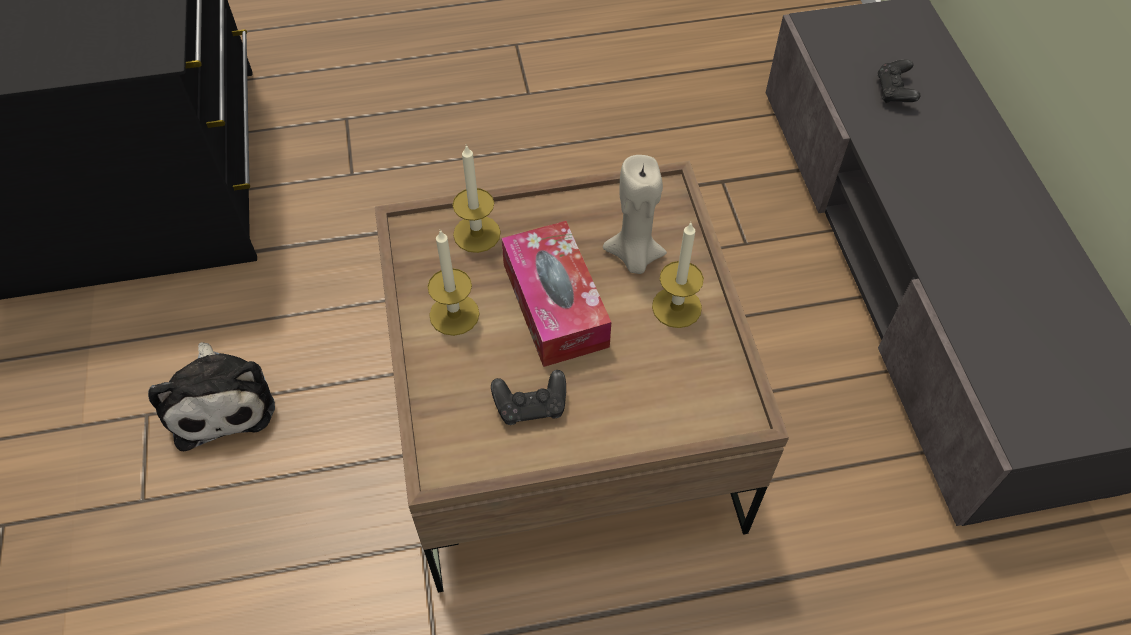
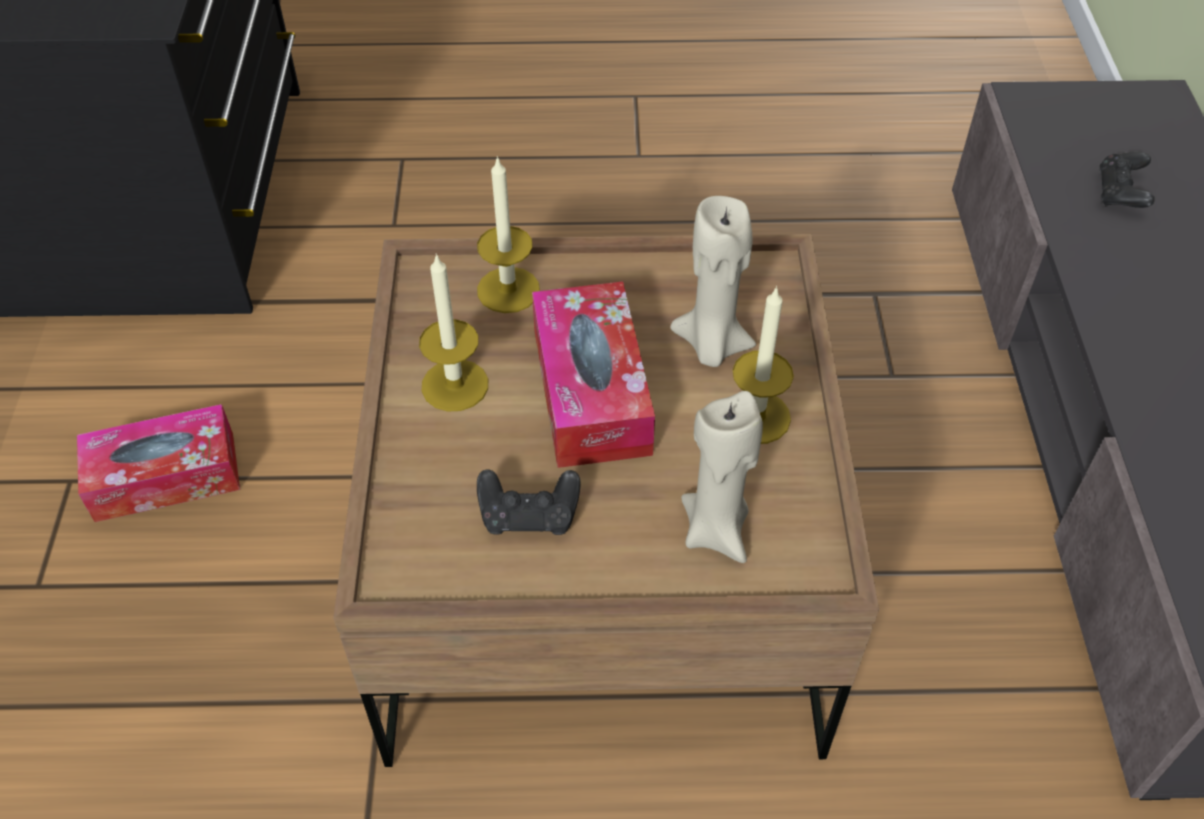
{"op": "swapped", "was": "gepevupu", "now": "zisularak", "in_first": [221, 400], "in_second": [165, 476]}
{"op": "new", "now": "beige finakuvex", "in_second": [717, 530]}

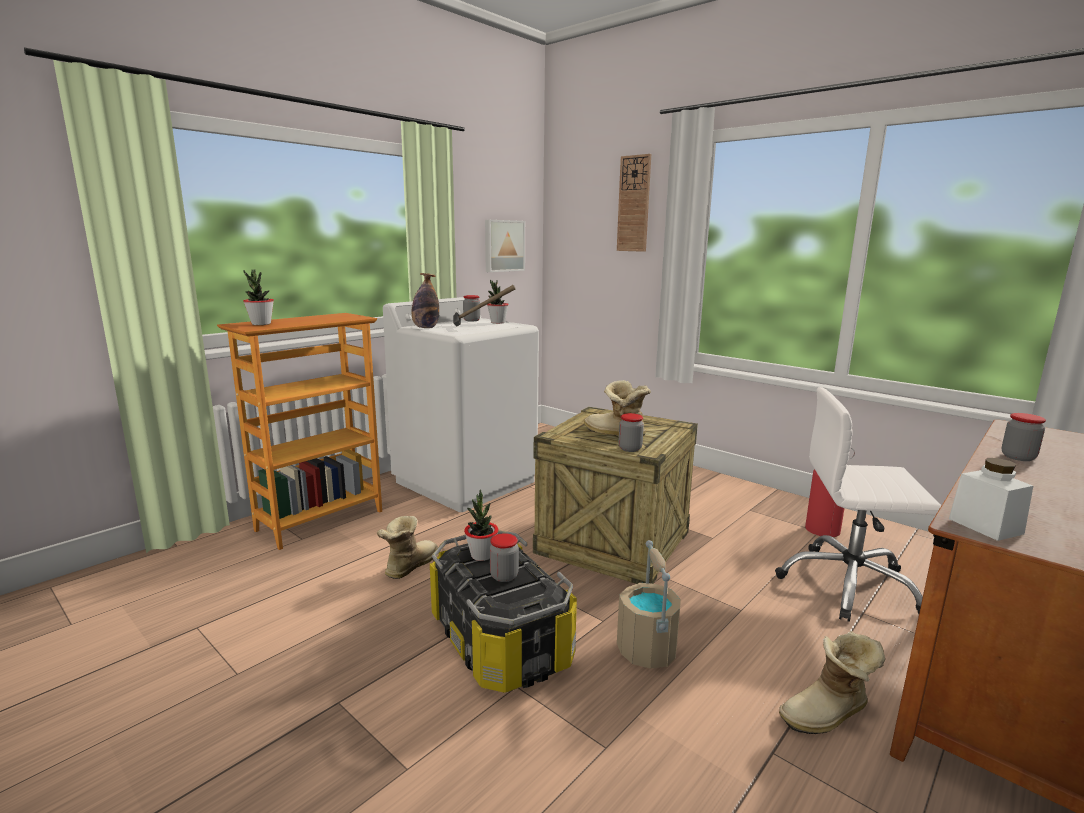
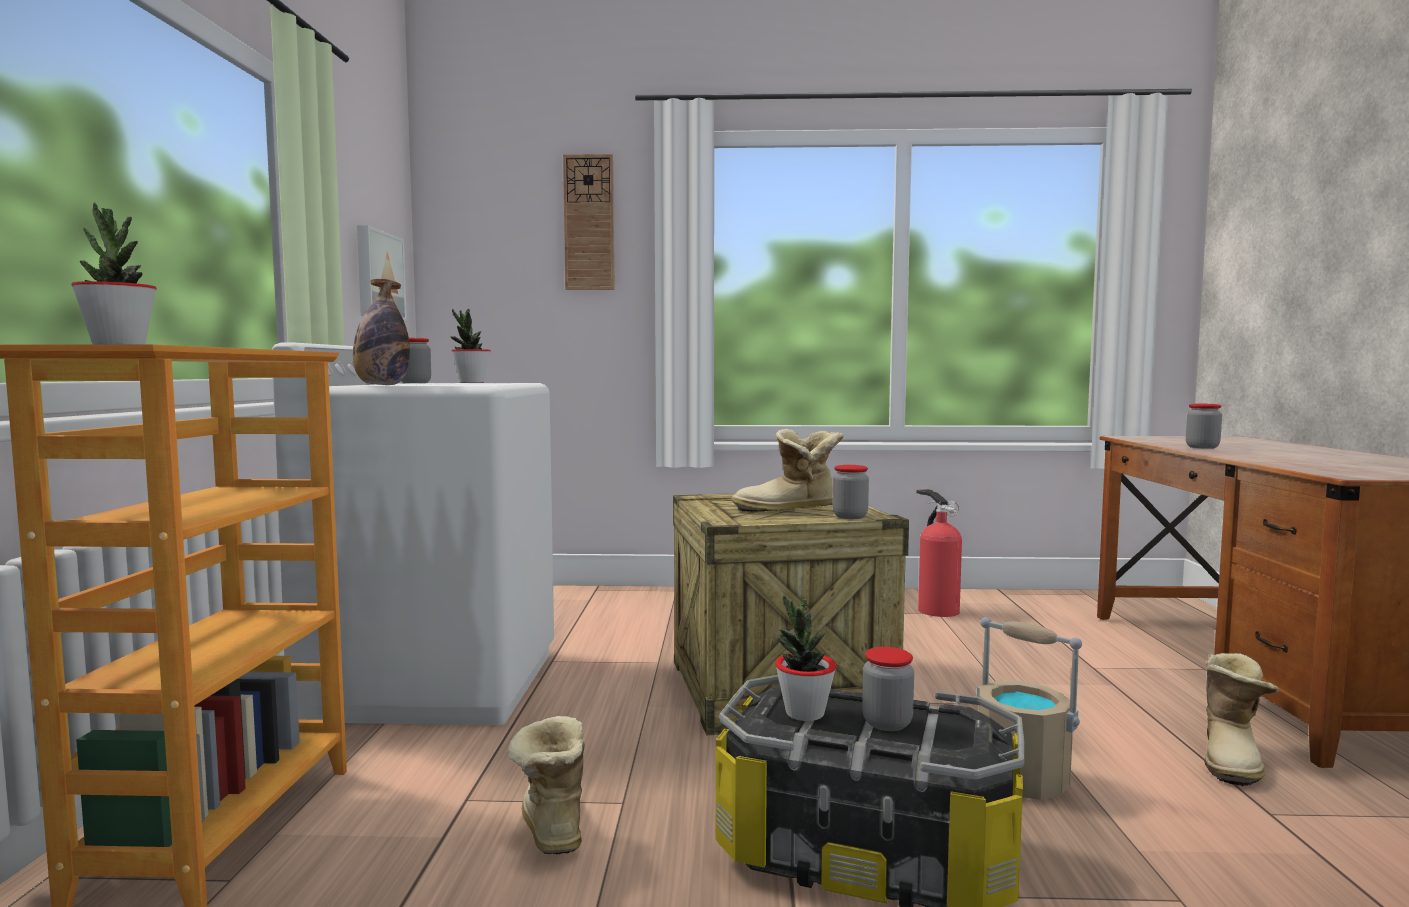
{"op": "gone", "was": "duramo", "in_first": [481, 326]}
{"op": "gone", "was": "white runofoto", "in_first": [848, 585]}
{"op": "gone", "was": "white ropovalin", "in_first": [985, 526]}

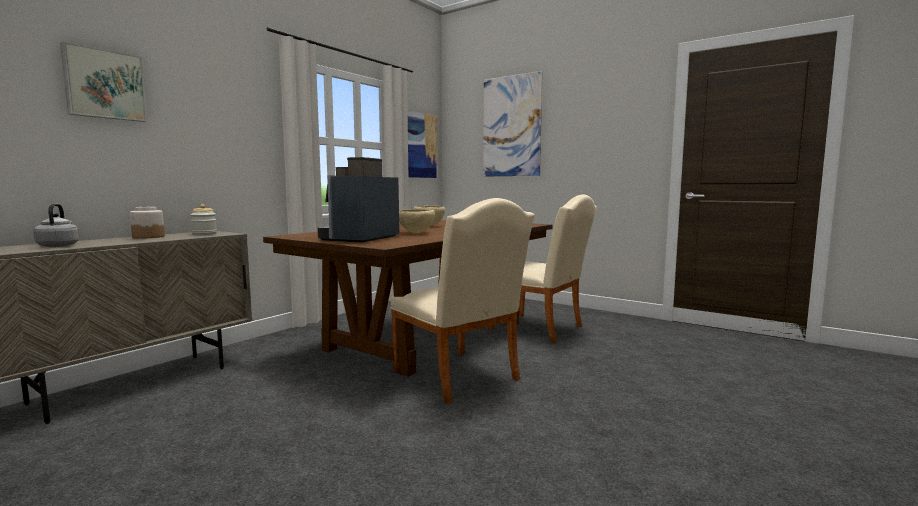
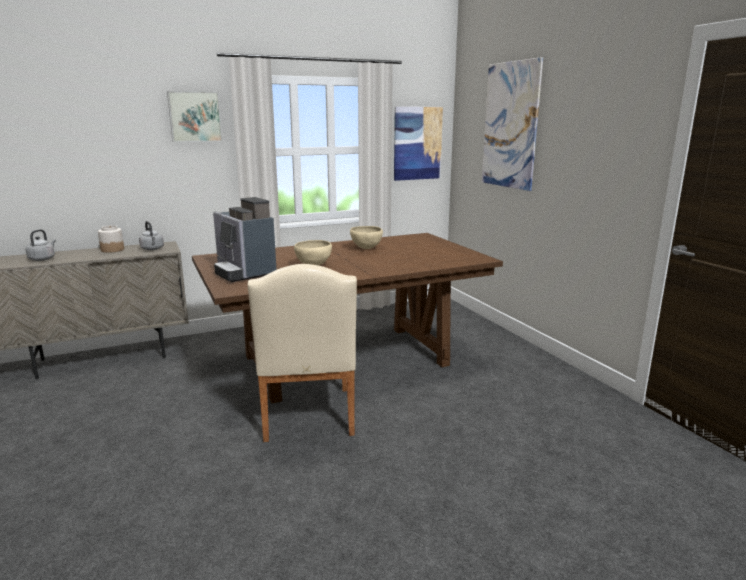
{"op": "shifted", "was": "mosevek", "in_first": [104, 85], "in_second": [195, 116]}
{"op": "rotated", "was": "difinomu", "in_first": [360, 239], "in_second": [244, 272], "clockwise": -90}
{"op": "gone", "was": "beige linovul", "in_first": [542, 329]}
{"op": "swapped", "was": "ropovalin", "now": "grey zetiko", "in_first": [204, 234], "in_second": [152, 249]}

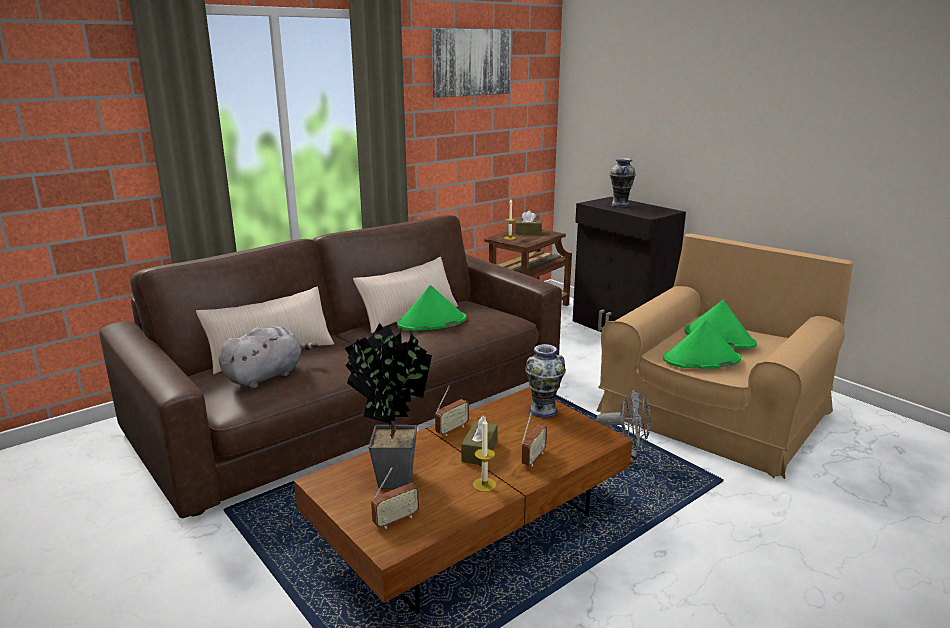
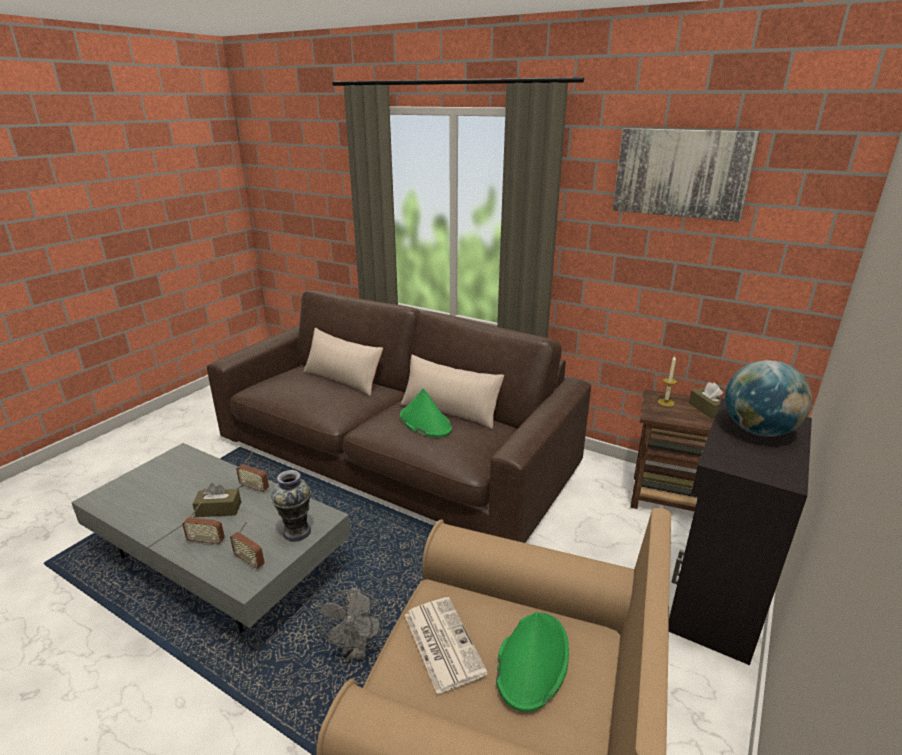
{"op": "swapped", "was": "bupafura", "now": "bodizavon", "in_first": [620, 205], "in_second": [758, 431]}
{"op": "swapped", "was": "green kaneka", "now": "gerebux", "in_first": [701, 360], "in_second": [442, 642]}
{"op": "gone", "was": "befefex", "in_first": [389, 477]}
{"op": "gone", "was": "grey gepevupu", "in_first": [266, 376]}
{"op": "repainted", "was": "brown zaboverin", "now": "grey zaboverin", "in_first": [471, 528], "in_second": [221, 560]}
{"op": "gone", "was": "finakuvex", "in_first": [484, 484]}
{"op": "shifted", "was": "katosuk", "in_first": [396, 520], "in_second": [250, 561]}

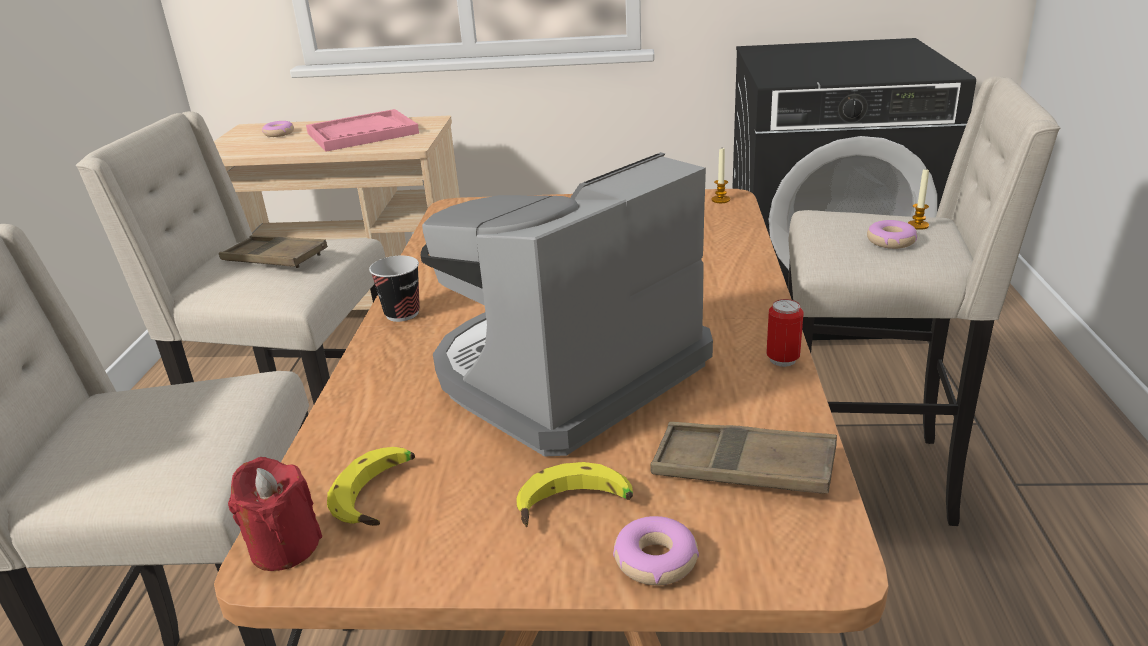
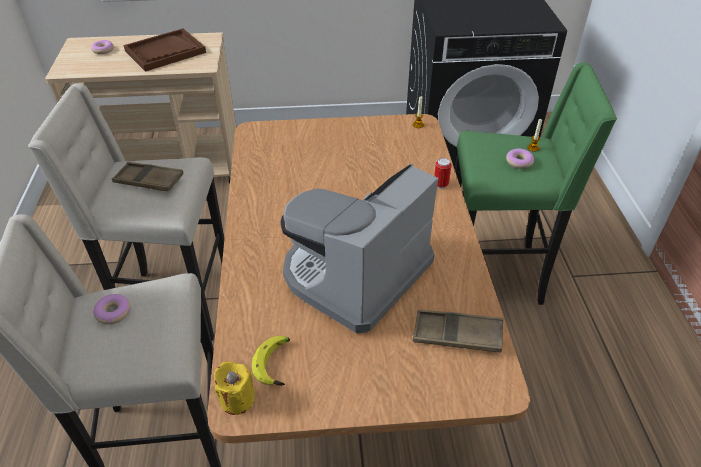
{"op": "repainted", "was": "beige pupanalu", "now": "green pupanalu", "in_first": [866, 475], "in_second": [494, 274]}
{"op": "repainted", "was": "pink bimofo", "now": "brown bimofo", "in_first": [362, 134], "in_second": [165, 52]}
{"op": "gone", "was": "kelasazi", "in_first": [402, 313]}
{"op": "shifted", "was": "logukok", "in_first": [782, 360], "in_second": [440, 184]}
{"op": "repainted", "was": "red finakuvex", "now": "yellow finakuvex", "in_first": [284, 546], "in_second": [237, 399]}
{"op": "gone", "was": "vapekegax", "in_first": [575, 508]}
{"op": "shifted", "was": "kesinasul", "in_first": [655, 560], "in_second": [113, 312]}

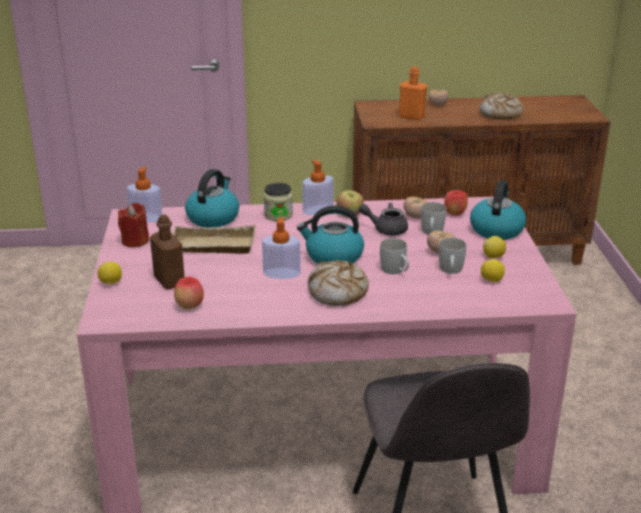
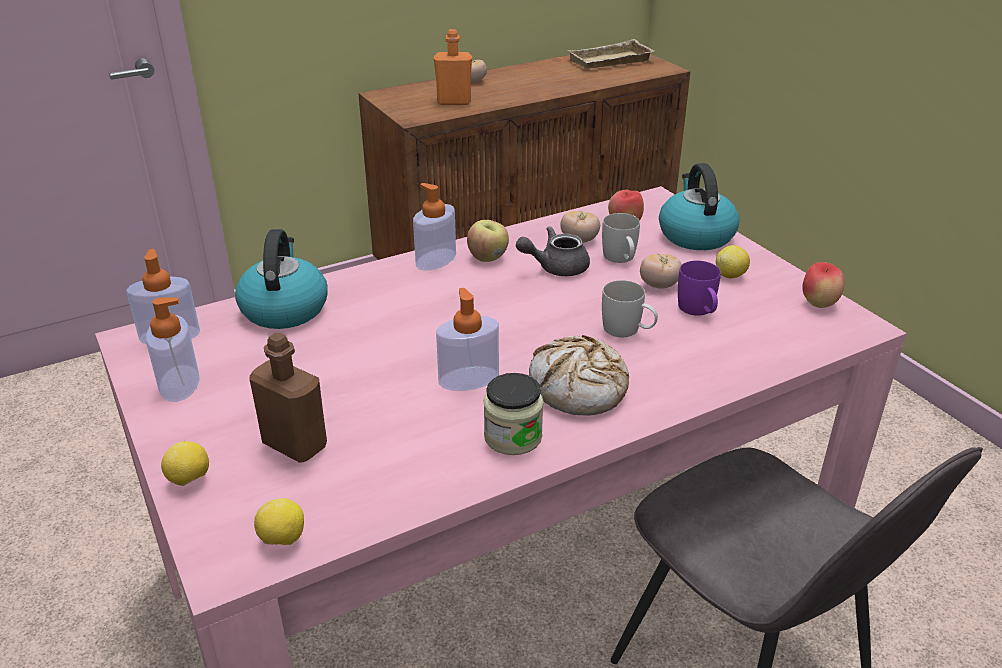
{"op": "gone", "was": "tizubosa", "in_first": [500, 114]}
{"op": "shifted", "was": "ropovalin", "in_first": [278, 215], "in_second": [513, 437]}
{"op": "swapped", "was": "red finakuvex", "now": "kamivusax", "in_first": [135, 241], "in_second": [179, 383]}
{"op": "gone", "was": "zetiko", "in_first": [333, 256]}
{"op": "shifted", "was": "beige bimofo", "in_first": [212, 247], "in_second": [610, 62]}
{"op": "repainted", "was": "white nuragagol", "now": "purple nuragagol", "in_first": [450, 271], "in_second": [698, 311]}
{"op": "shifted", "was": "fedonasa", "in_first": [491, 281], "in_second": [282, 539]}
{"op": "shifted", "was": "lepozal", "in_first": [189, 307], "in_second": [819, 304]}

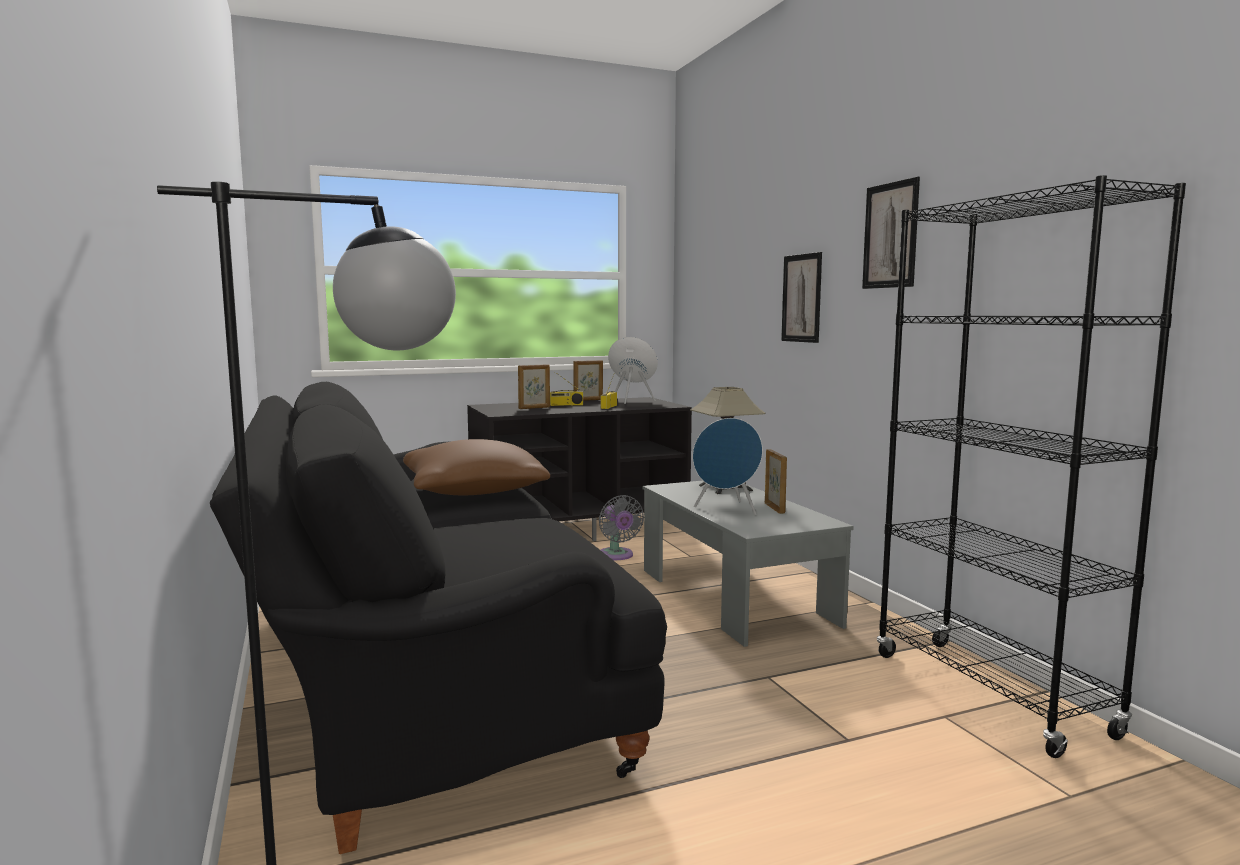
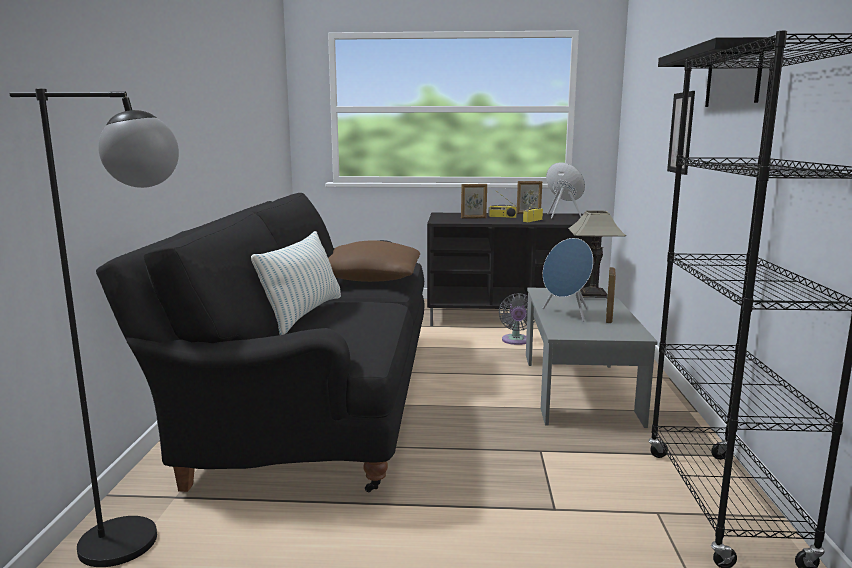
{"op": "swapped", "was": "mosevek", "now": "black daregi", "in_first": [890, 235], "in_second": [733, 77]}
{"op": "new", "now": "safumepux", "in_second": [303, 314]}

